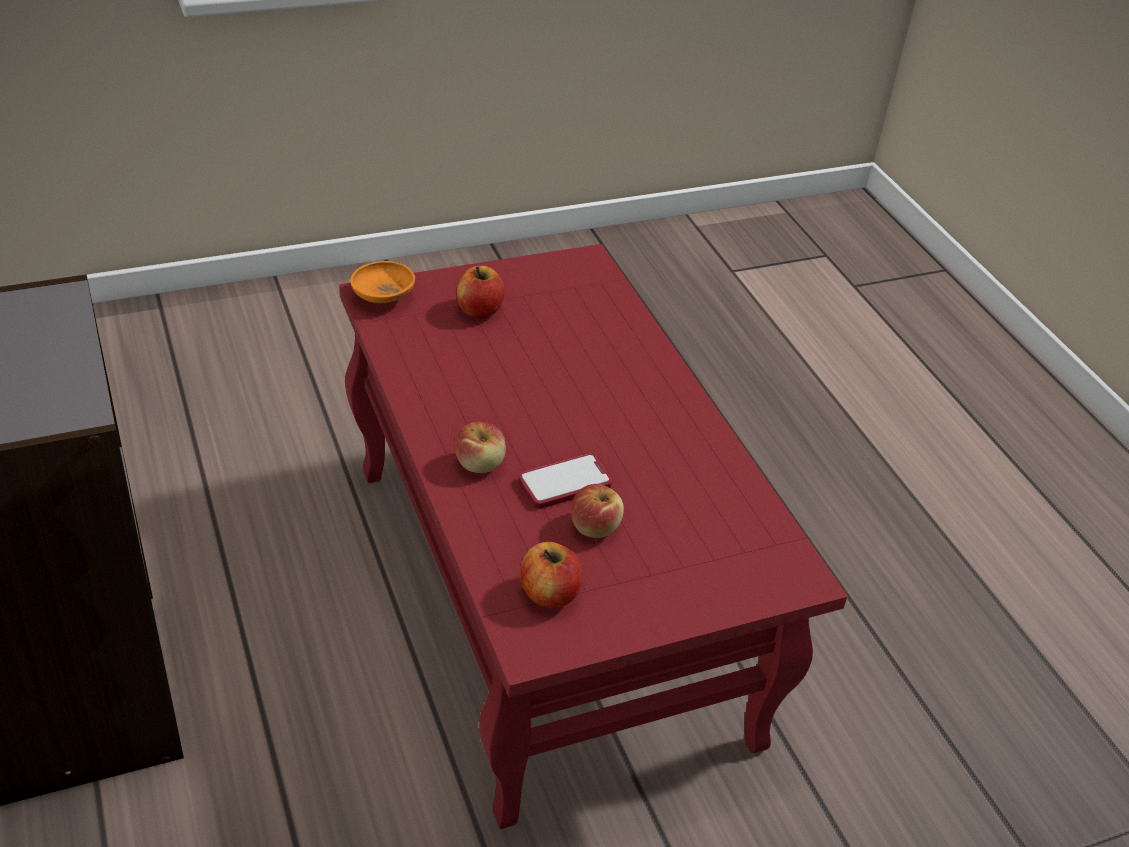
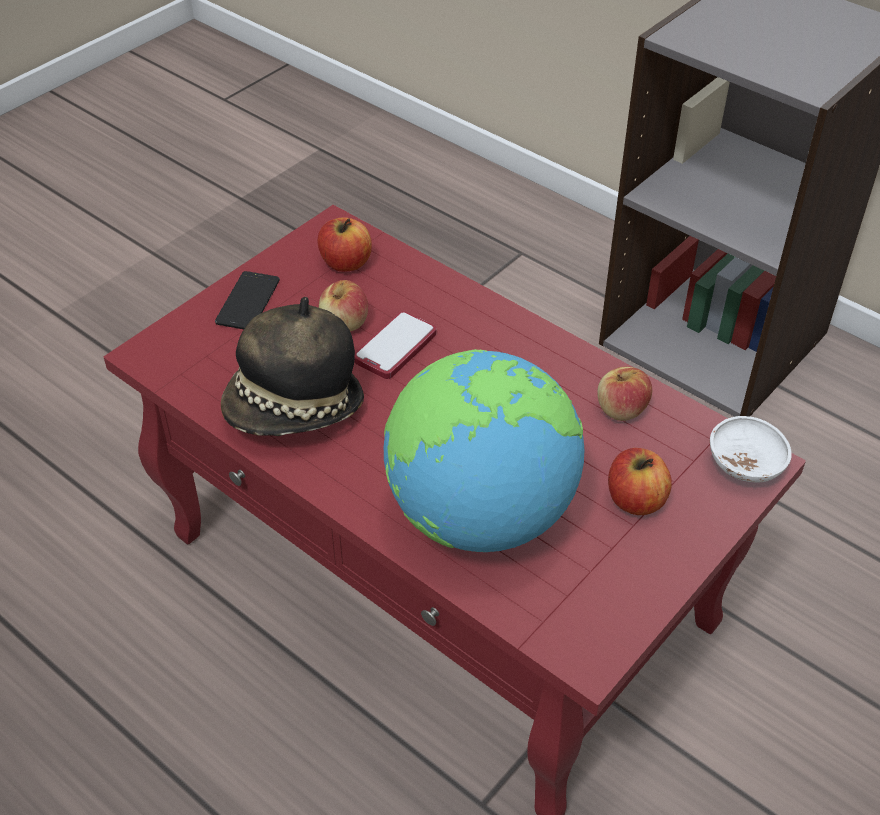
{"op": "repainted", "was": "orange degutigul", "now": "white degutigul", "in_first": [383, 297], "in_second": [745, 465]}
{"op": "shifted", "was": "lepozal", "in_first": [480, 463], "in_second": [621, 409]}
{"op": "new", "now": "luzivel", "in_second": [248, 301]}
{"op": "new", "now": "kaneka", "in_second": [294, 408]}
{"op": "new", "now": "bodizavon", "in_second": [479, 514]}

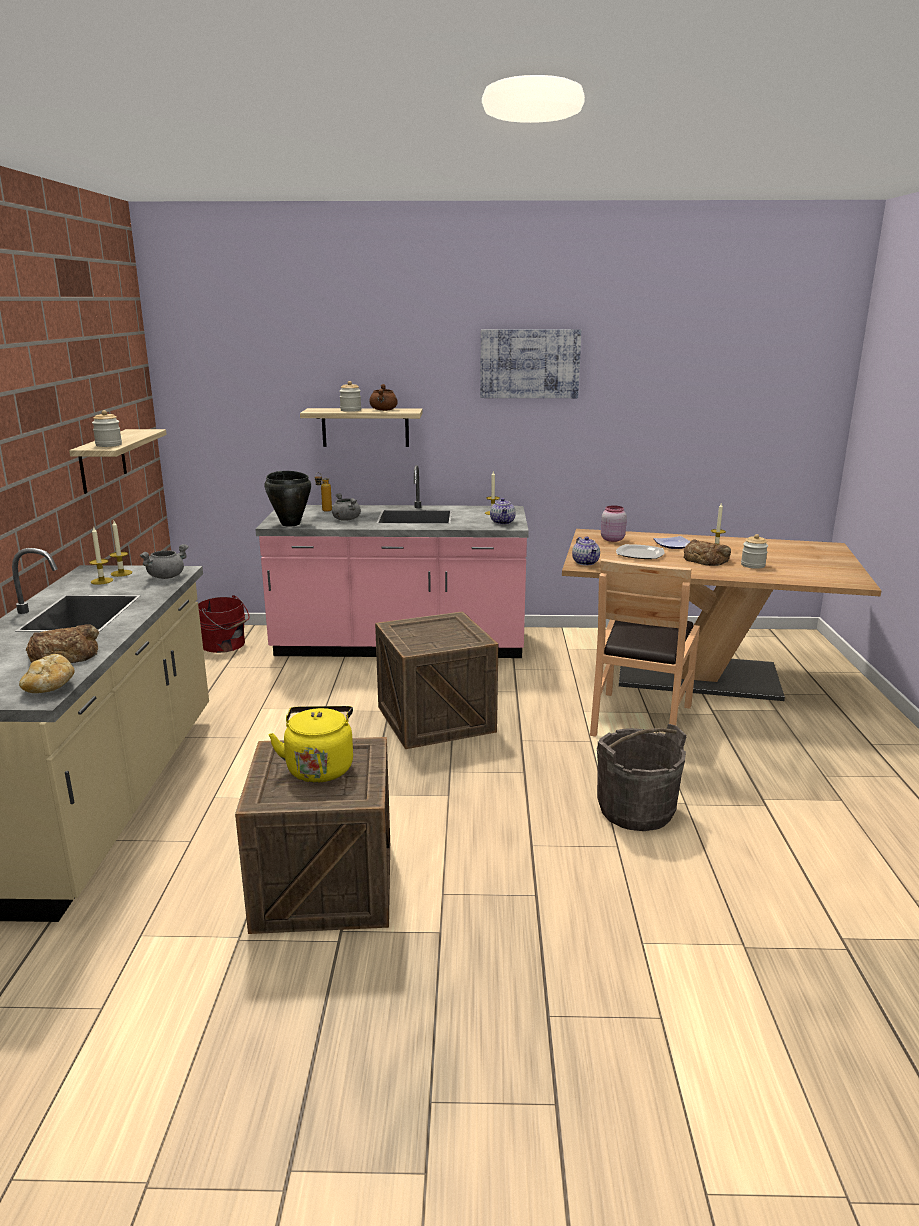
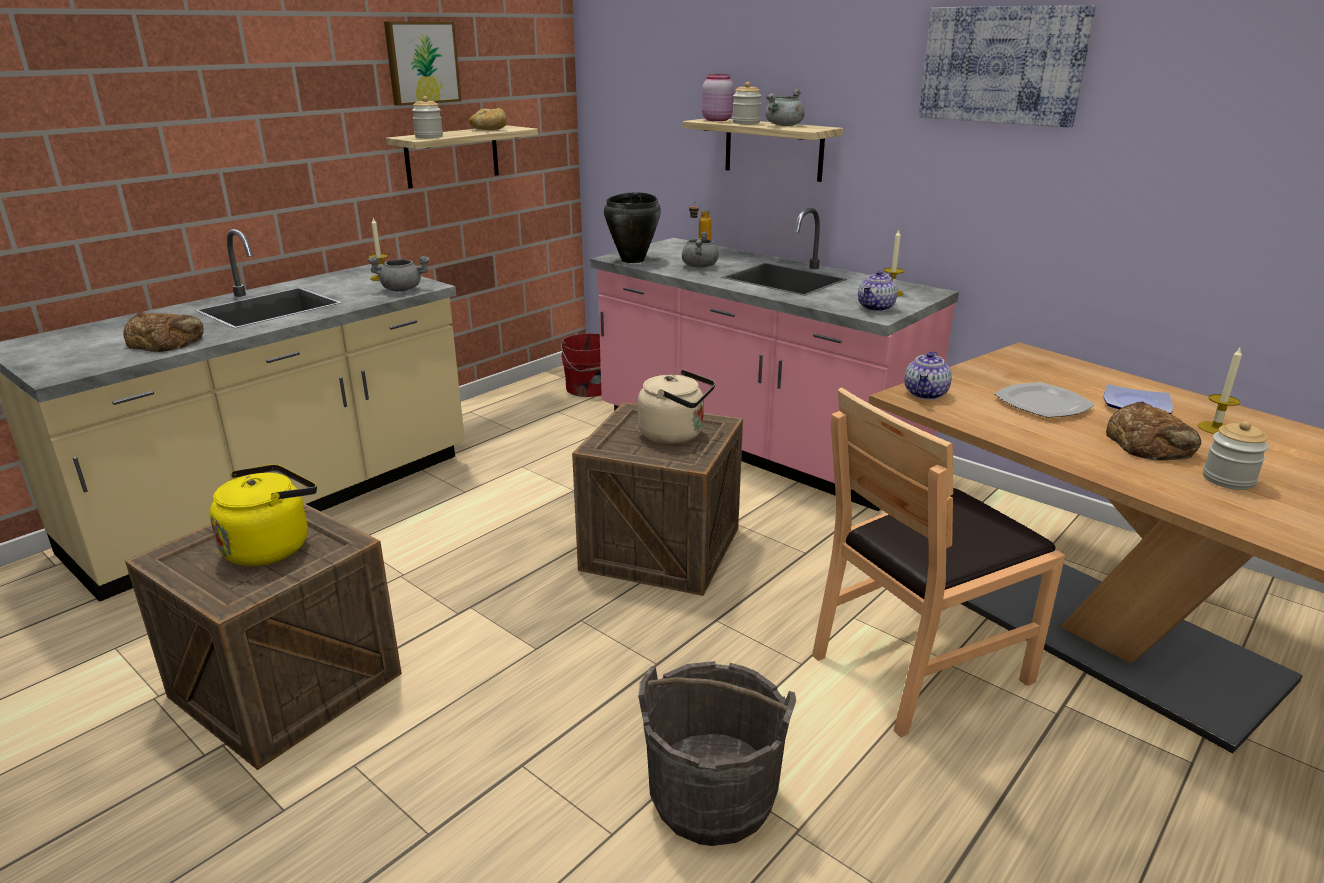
{"op": "repainted", "was": "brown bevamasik", "now": "grey bevamasik", "in_first": [384, 410], "in_second": [784, 126]}
{"op": "shifted", "was": "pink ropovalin", "in_first": [612, 539], "in_second": [717, 120]}
{"op": "gone", "was": "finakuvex", "in_first": [102, 581]}
{"op": "shifted", "was": "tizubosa", "in_first": [49, 688], "in_second": [489, 130]}
{"op": "new", "now": "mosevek", "in_second": [421, 62]}
{"op": "new", "now": "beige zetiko", "in_second": [675, 435]}

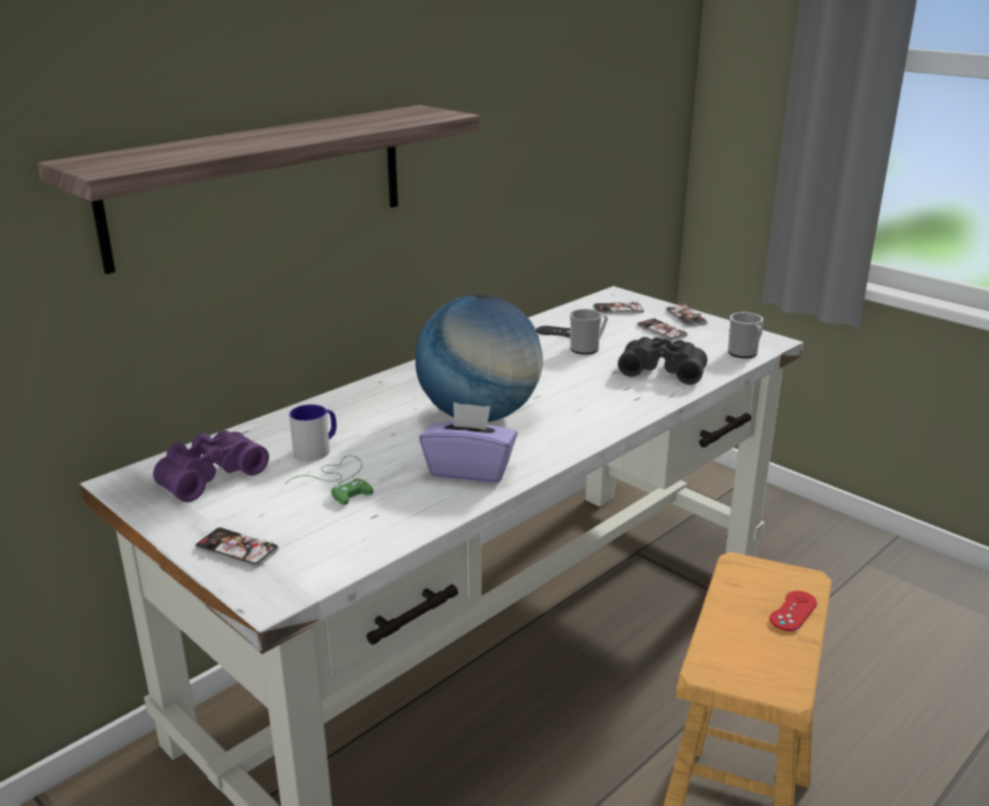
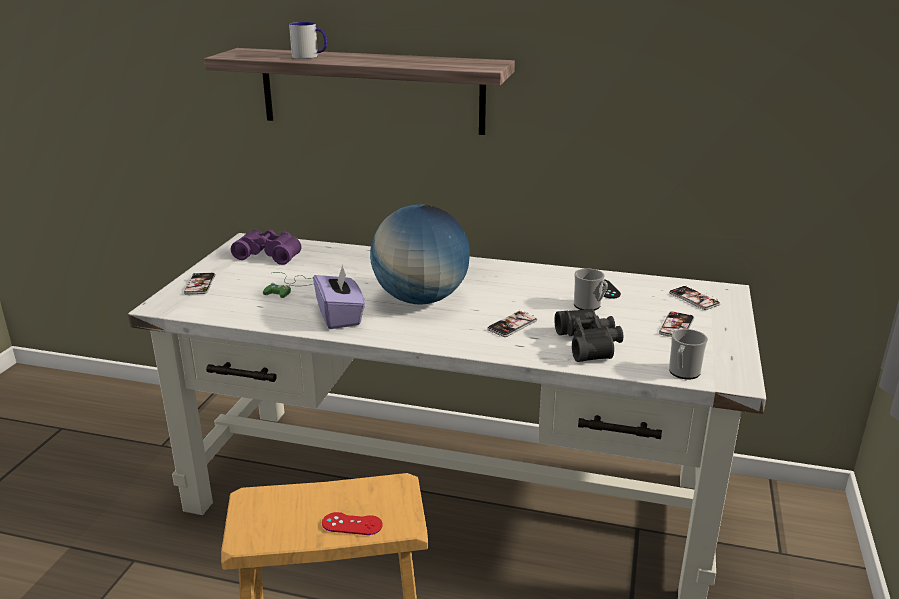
{"op": "shifted", "was": "luzivel", "in_first": [686, 317], "in_second": [512, 325]}
{"op": "shifted", "was": "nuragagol", "in_first": [317, 449], "in_second": [310, 56]}

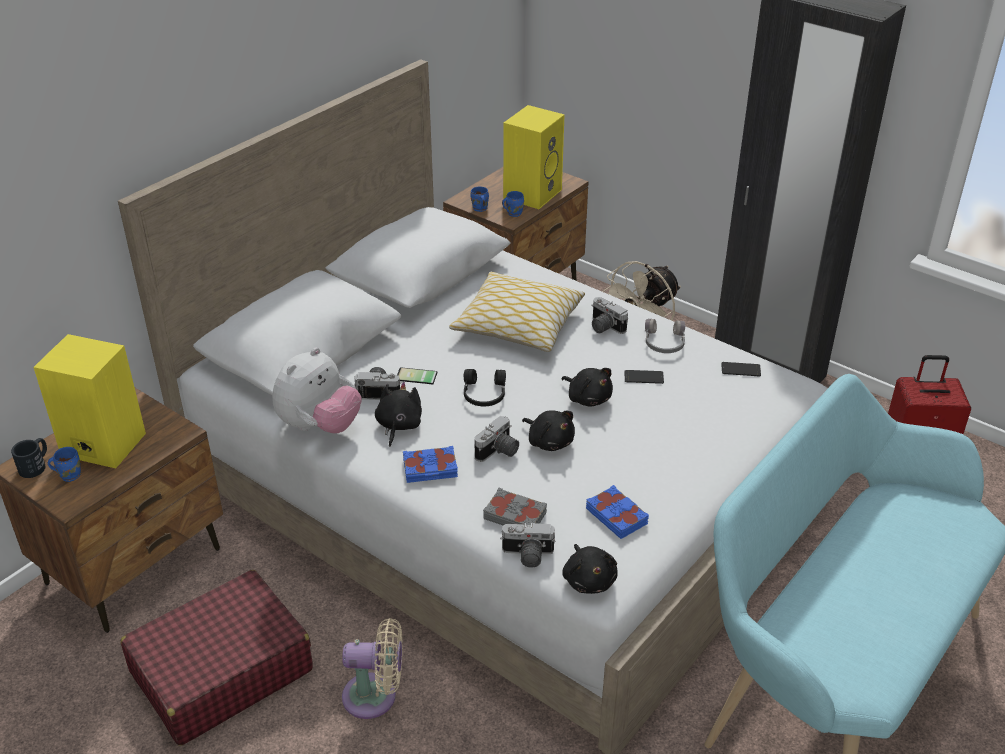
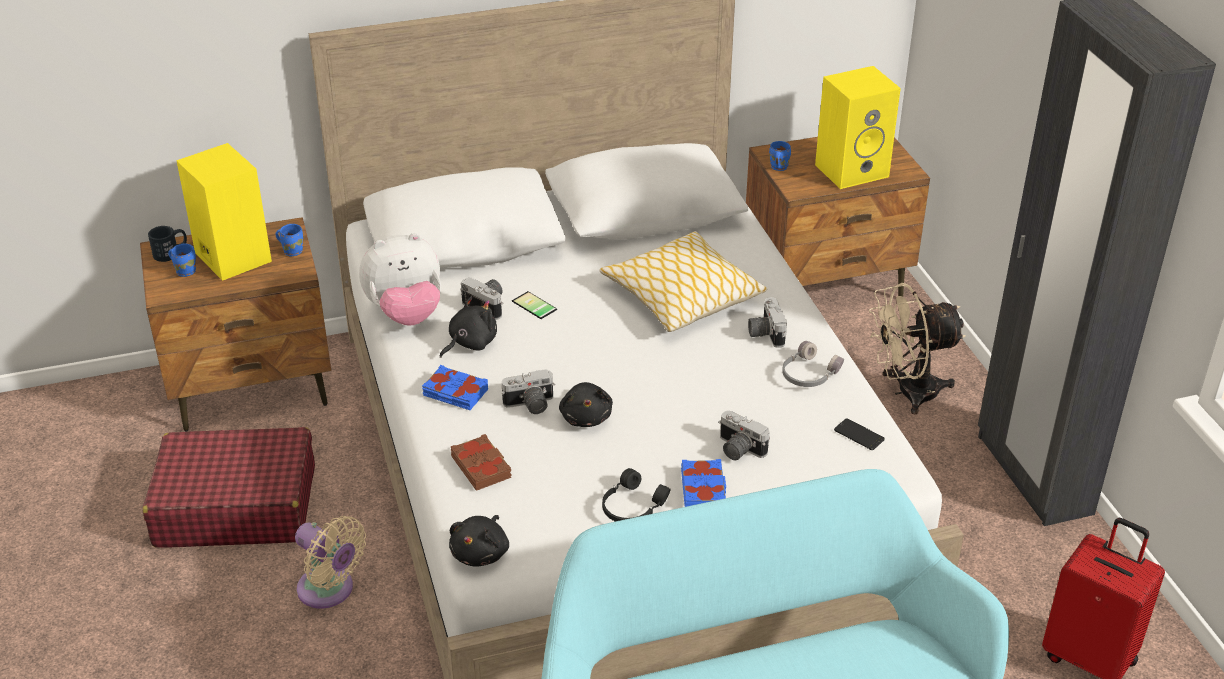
{"op": "shifted", "was": "blue nuragagol", "in_first": [513, 213], "in_second": [292, 251]}
{"op": "gone", "was": "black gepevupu", "in_first": [588, 398]}
{"op": "shifted", "was": "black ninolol", "in_first": [483, 394], "in_second": [631, 507]}
{"op": "gone", "was": "luzivel", "in_first": [643, 377]}
{"op": "shifted", "was": "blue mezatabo", "in_first": [617, 516], "in_second": [704, 489]}
{"op": "repainted", "was": "grey mezatabo", "now": "brown mezatabo", "in_first": [515, 515], "in_second": [482, 467]}
{"op": "shifted", "was": "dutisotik", "in_first": [527, 556], "in_second": [737, 450]}

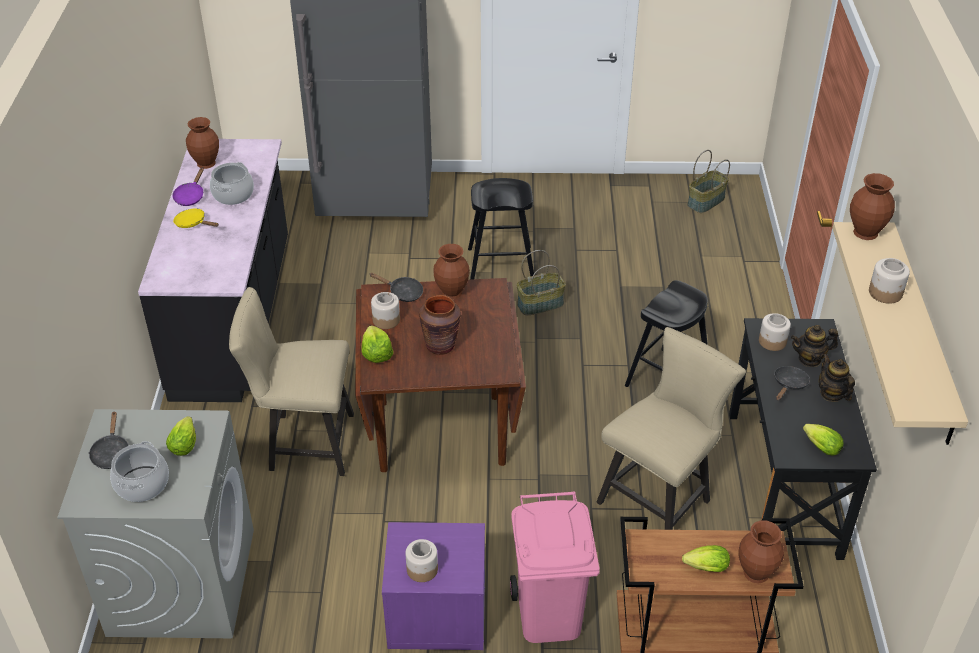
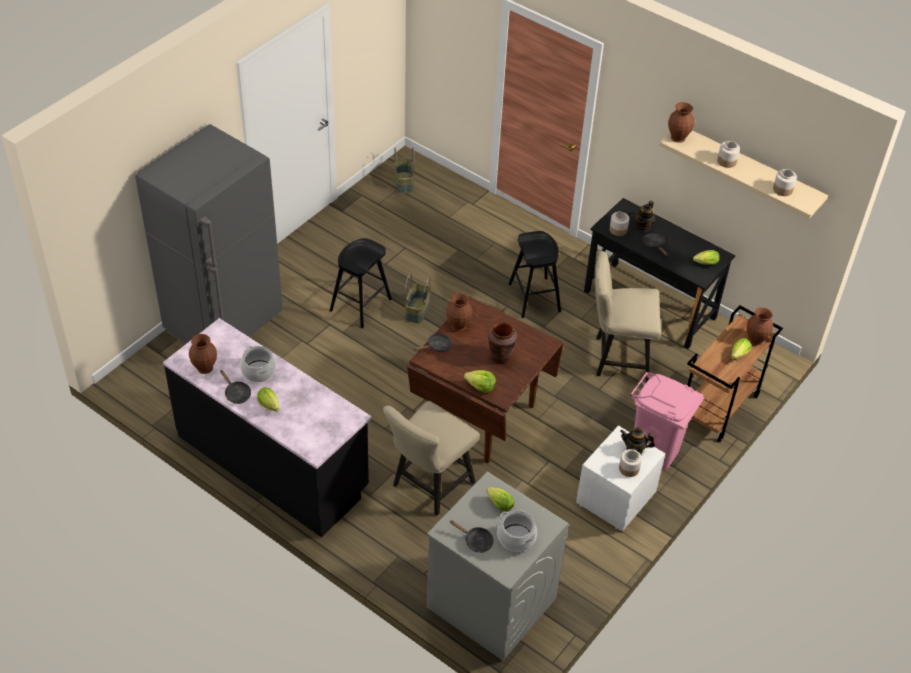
{"op": "repainted", "was": "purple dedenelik", "now": "black dedenelik", "in_first": [190, 196], "in_second": [236, 393]}
{"op": "swapped", "was": "yellow dedenelik", "now": "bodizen", "in_first": [193, 223], "in_second": [270, 406]}
{"op": "shifted", "was": "ropovalin", "in_first": [386, 320], "in_second": [782, 189]}
{"op": "rotated", "was": "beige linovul", "in_first": [660, 498], "in_second": [616, 358], "clockwise": -75}
{"op": "shifted", "was": "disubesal", "in_first": [832, 394], "in_second": [634, 449]}
{"op": "repainted", "was": "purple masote", "now": "white masote", "in_first": [436, 615], "in_second": [616, 498]}

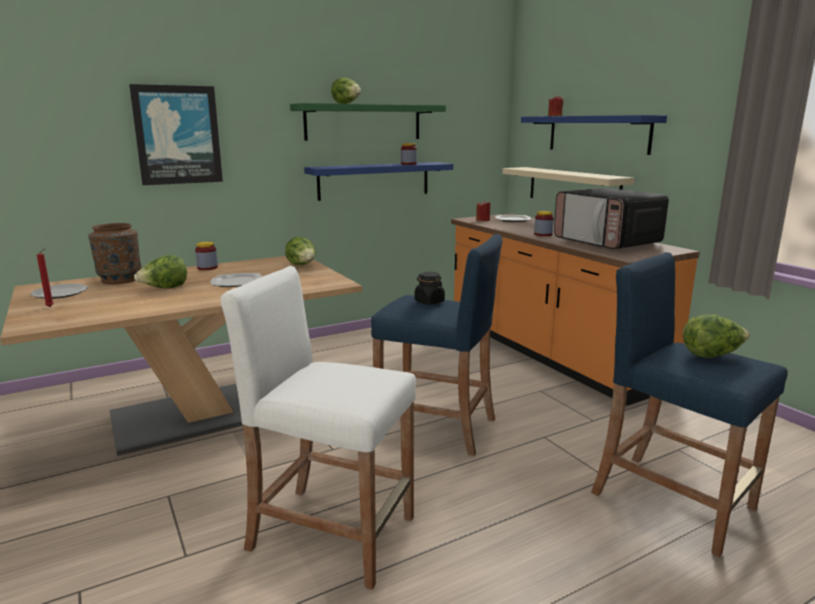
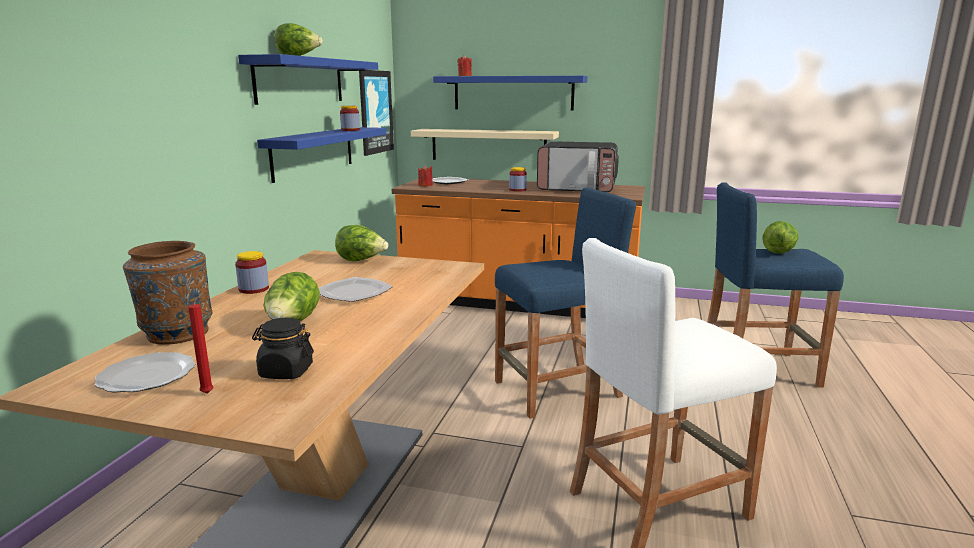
{"op": "shifted", "was": "mosevek", "in_first": [177, 135], "in_second": [375, 112]}
{"op": "repainted", "was": "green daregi", "now": "blue daregi", "in_first": [363, 122], "in_second": [300, 81]}
{"op": "shifted", "was": "black ropovalin", "in_first": [429, 302], "in_second": [285, 372]}

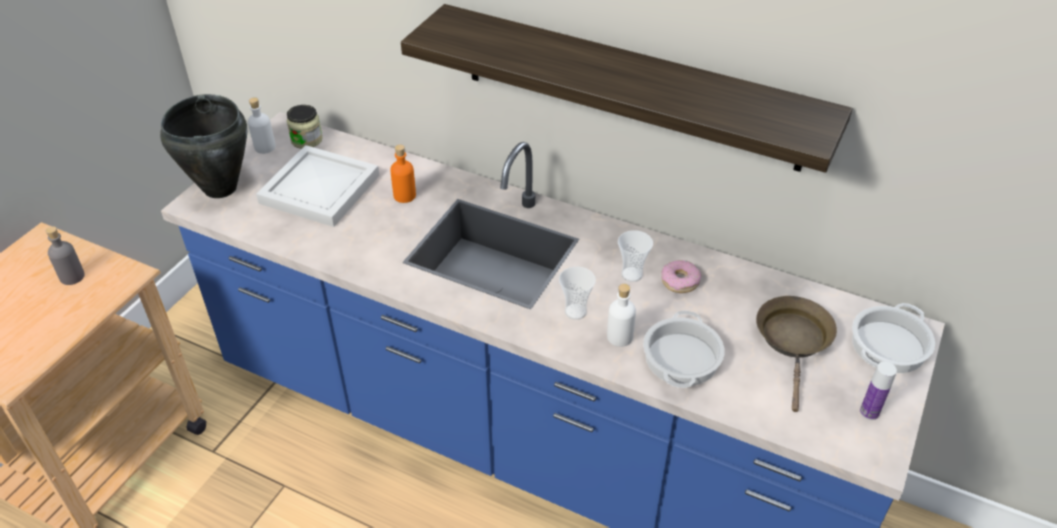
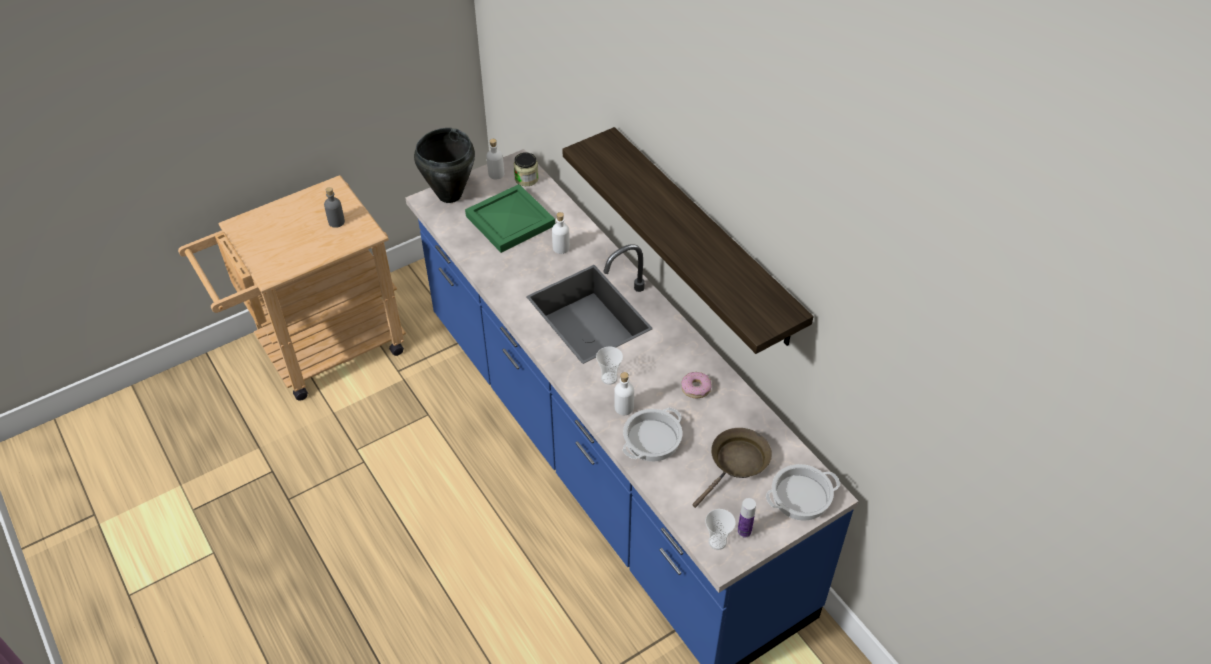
{"op": "repainted", "was": "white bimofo", "now": "green bimofo", "in_first": [319, 188], "in_second": [510, 220]}
{"op": "repainted", "was": "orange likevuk", "now": "white likevuk", "in_first": [404, 195], "in_second": [561, 248]}
{"op": "shifted", "was": "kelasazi", "in_first": [632, 274], "in_second": [717, 542]}

